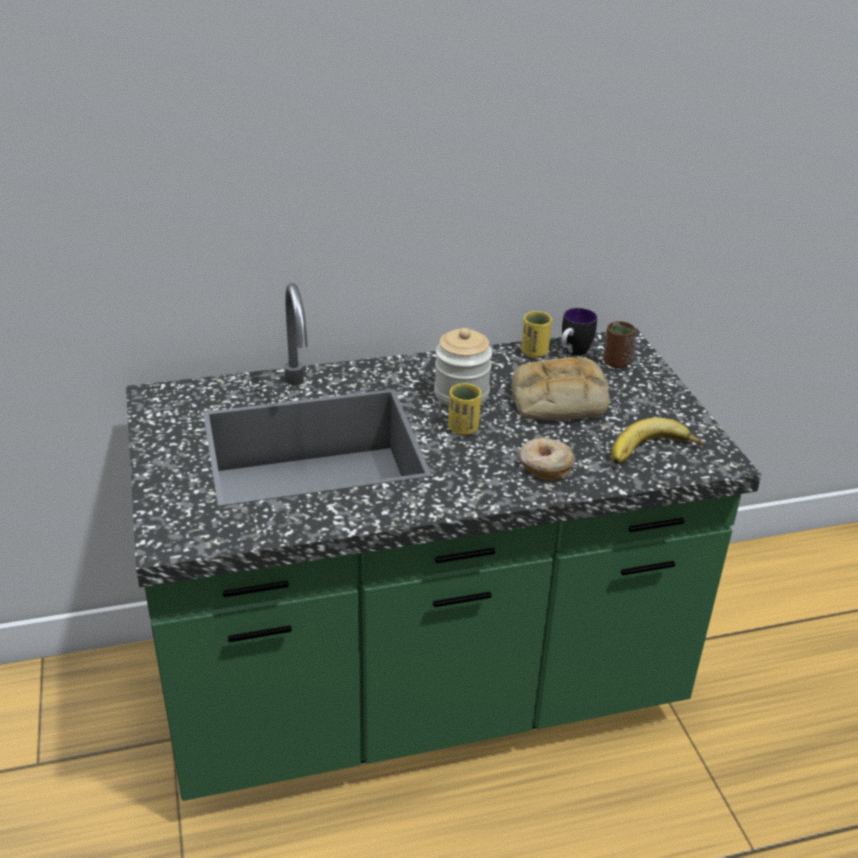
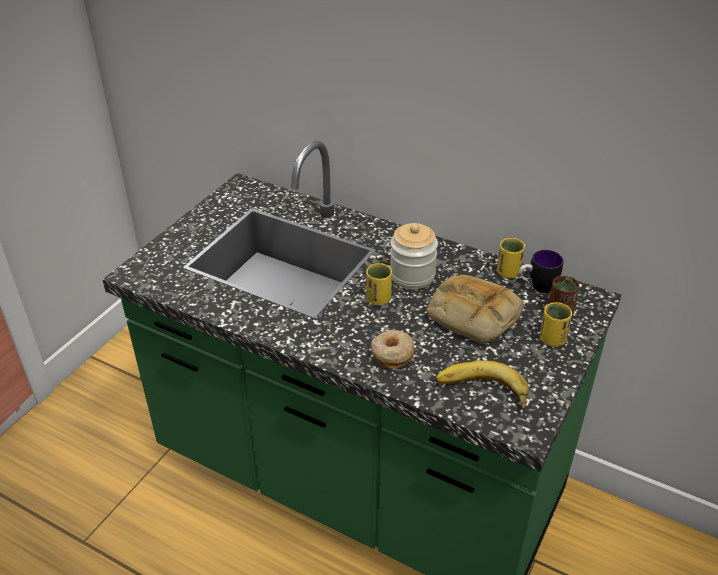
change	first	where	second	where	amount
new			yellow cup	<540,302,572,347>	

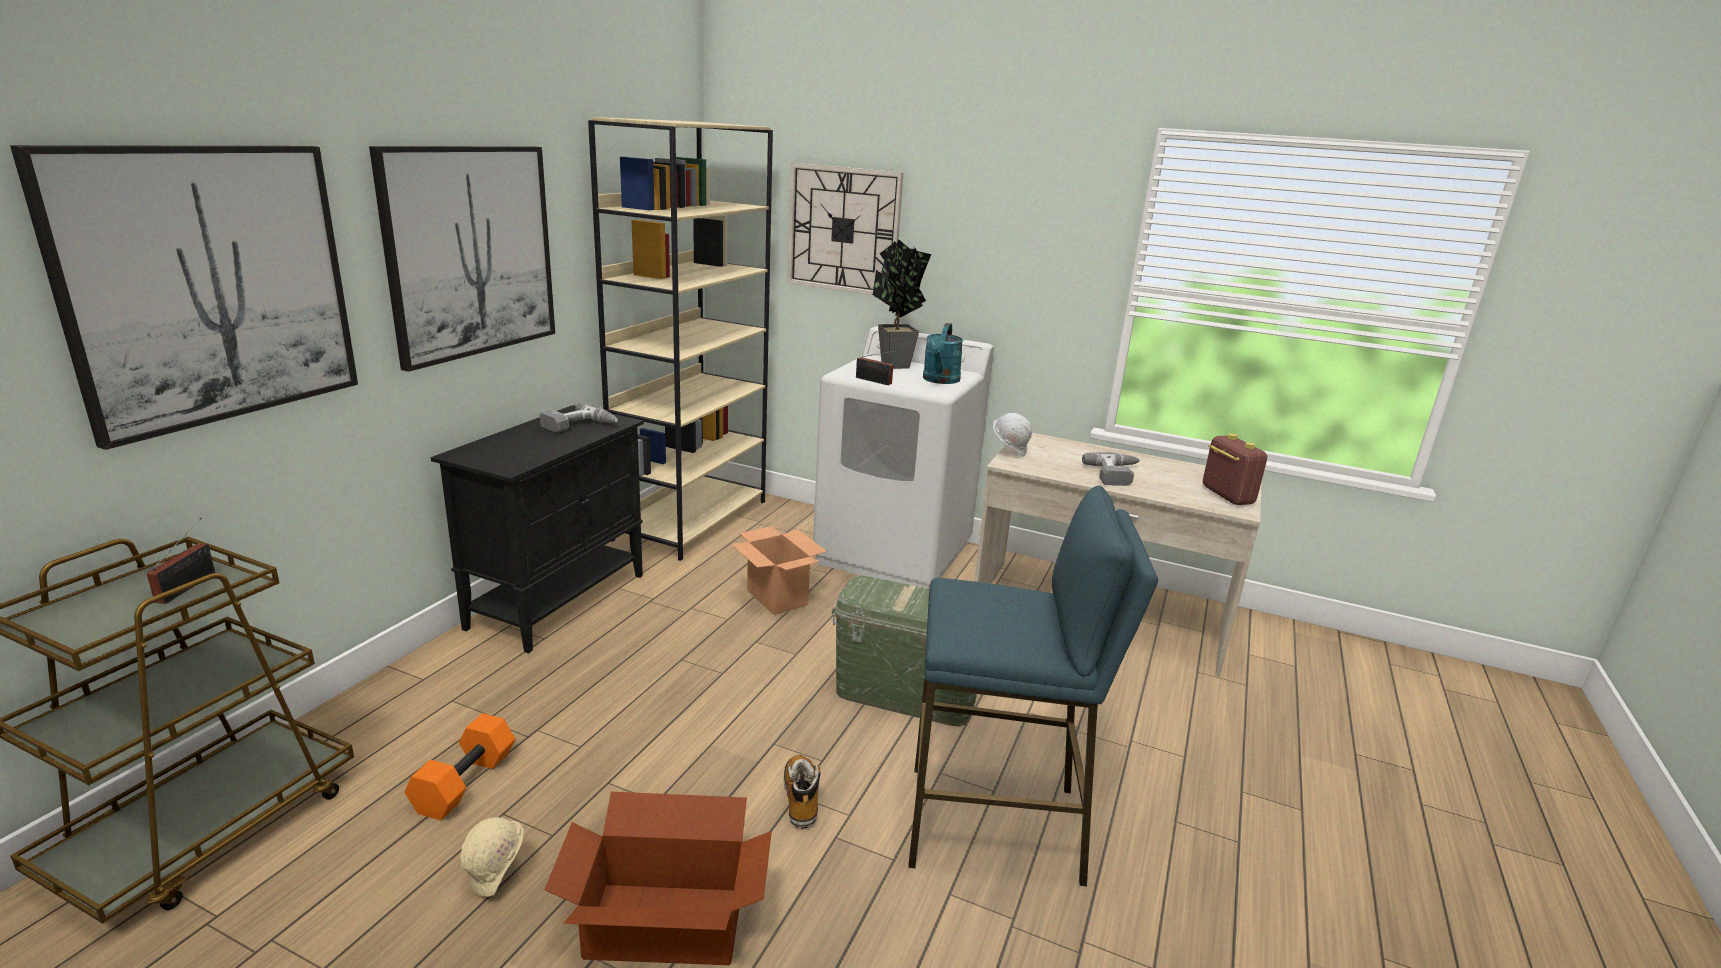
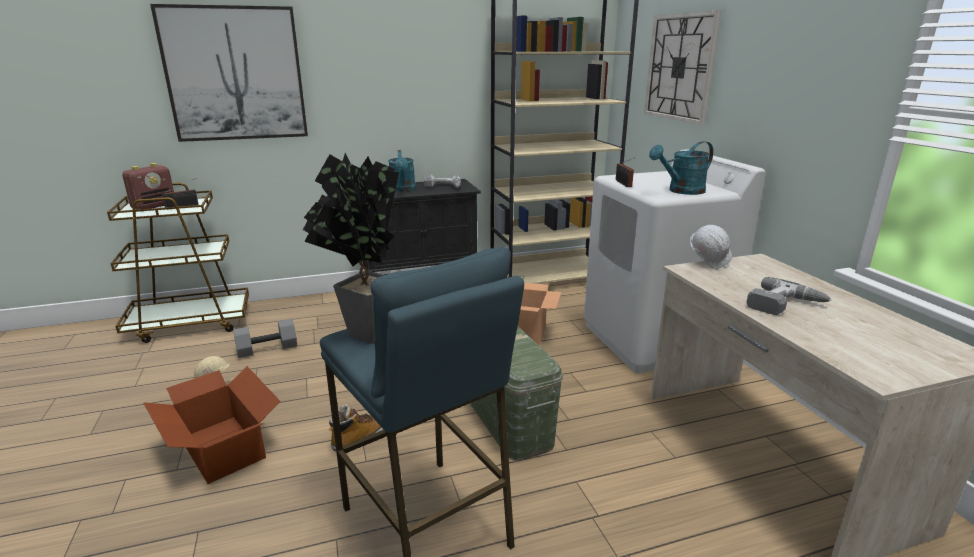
change	first	where	second	where	amount
gone	picture	<369,146,555,372>			
shifted	potted plant	<873,239,931,369>		<303,153,399,344>	
shifted	radio	<1203,433,1267,505>		<122,163,174,210>	
repainted	orange dumbbell	<405,713,515,820>	grey dumbbell	<233,319,297,358>	
new			turquoise watering can	<388,150,416,192>	

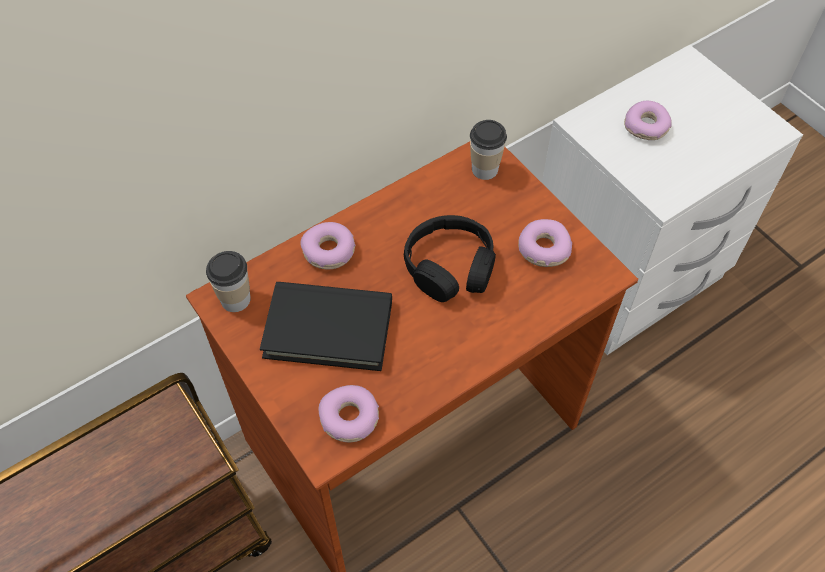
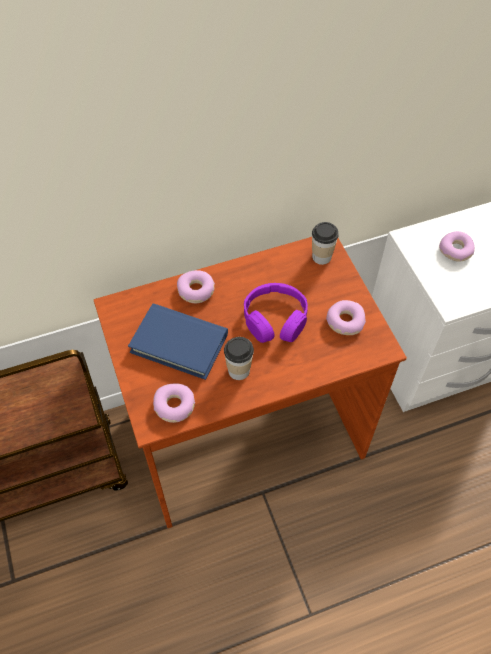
change	first	where	second	where	amount
repainted	black headphones	<404,215,496,302>	purple headphones	<244,283,308,343>	
shifted	cup	<206,251,251,312>		<224,337,254,380>	
repainted	black book	<260,282,392,371>	blue book	<128,304,228,380>	

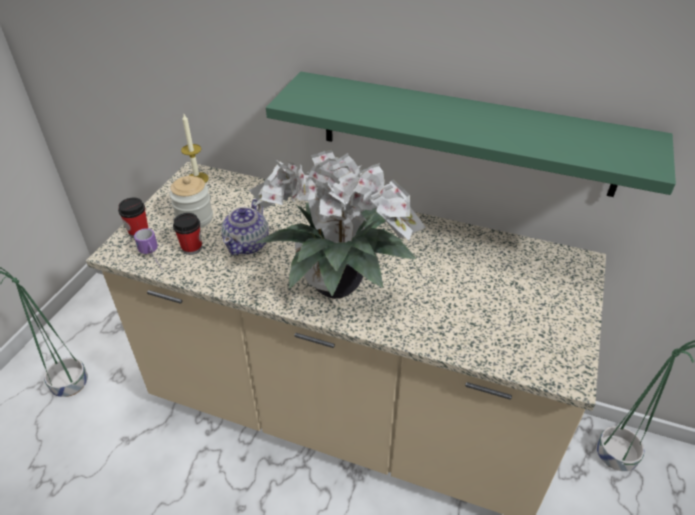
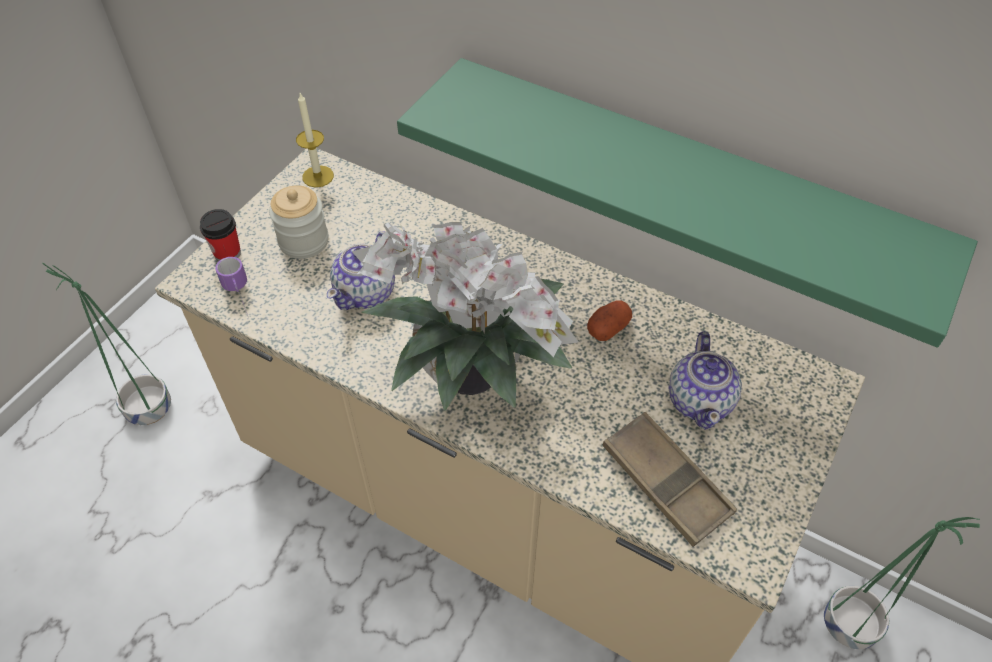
change	first	where	second	where	amount
gone	cup	<173,213,202,255>			
new			potato	<587,300,632,341>	
new			teapot	<669,331,742,430>	
new			brown tray	<602,412,737,547>	

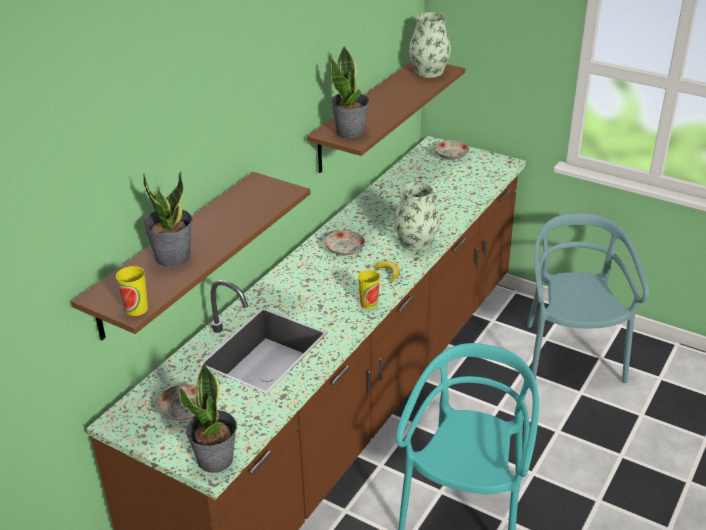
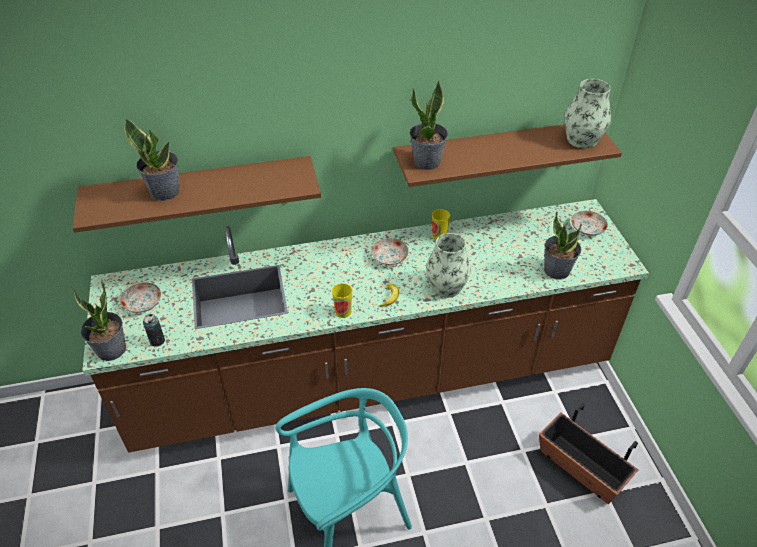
change	first	where	second	where	amount
swapped	turquoise chair	<527,213,649,383>	planter	<539,403,638,504>	
shifted	cup	<116,266,148,316>		<432,209,450,240>	
new			potted plant	<544,212,582,279>	
new			can	<143,314,165,347>	

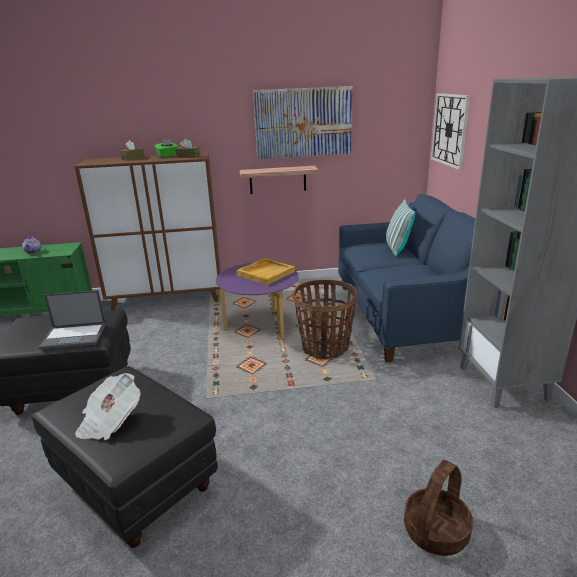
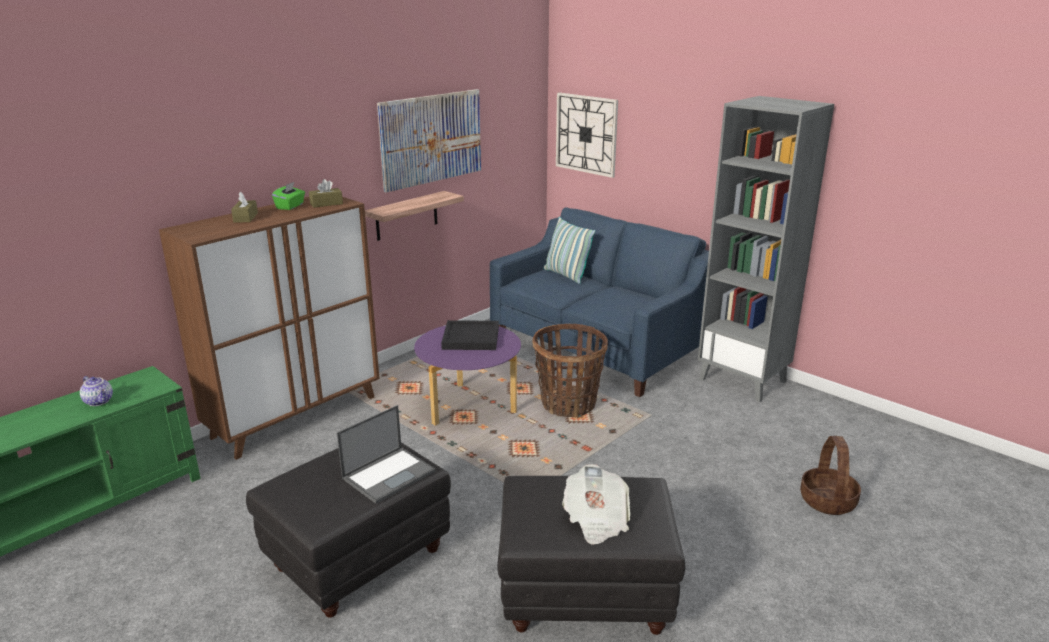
change	first	where	second	where	amount
repainted	beige tray	<236,258,295,285>	black tray	<441,320,499,350>	

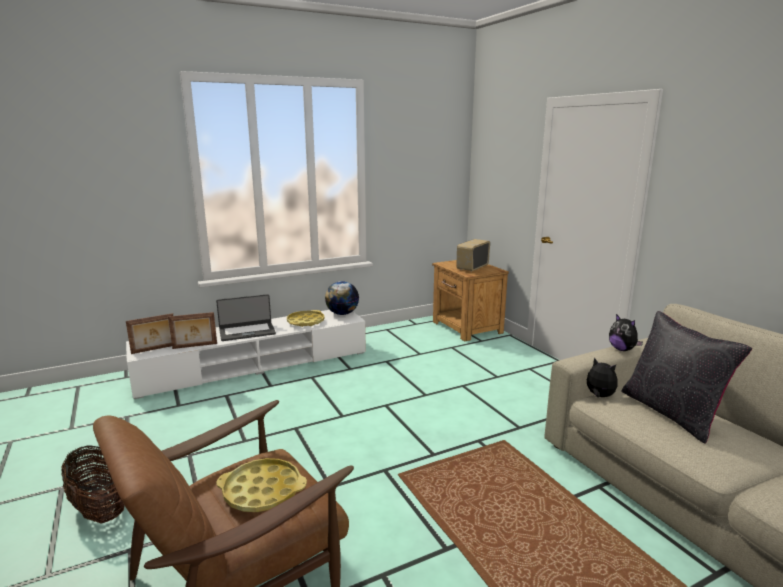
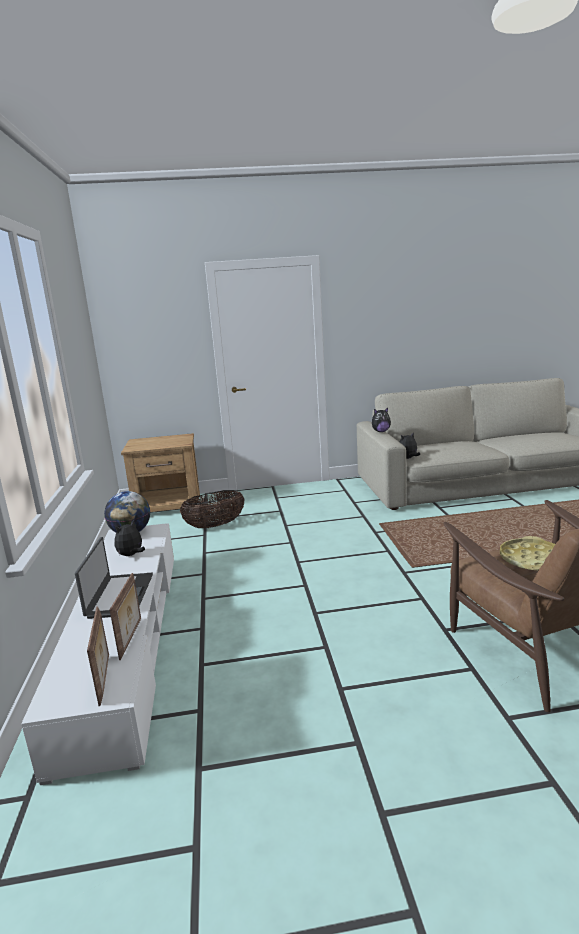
change	first	where	second	where	amount
gone	radio	<456,239,490,272>			
swapped	yellow tray	<287,310,325,327>	plush toy	<114,520,145,556>	
gone	black pillow	<621,311,752,444>			
shifted	basket	<61,445,125,524>		<180,490,245,528>	

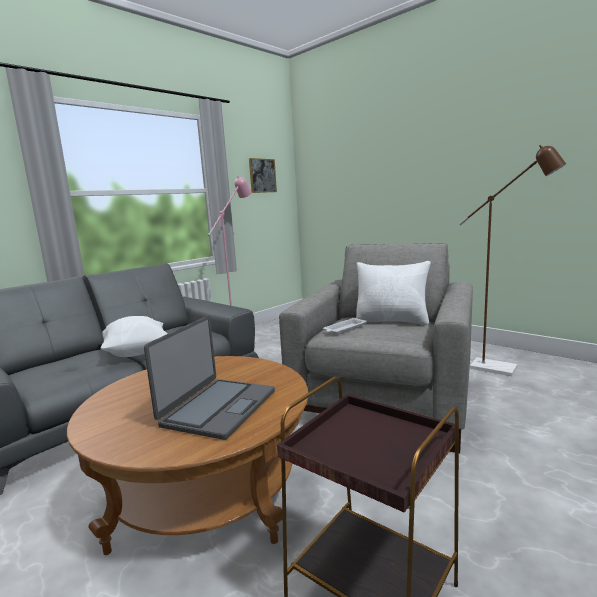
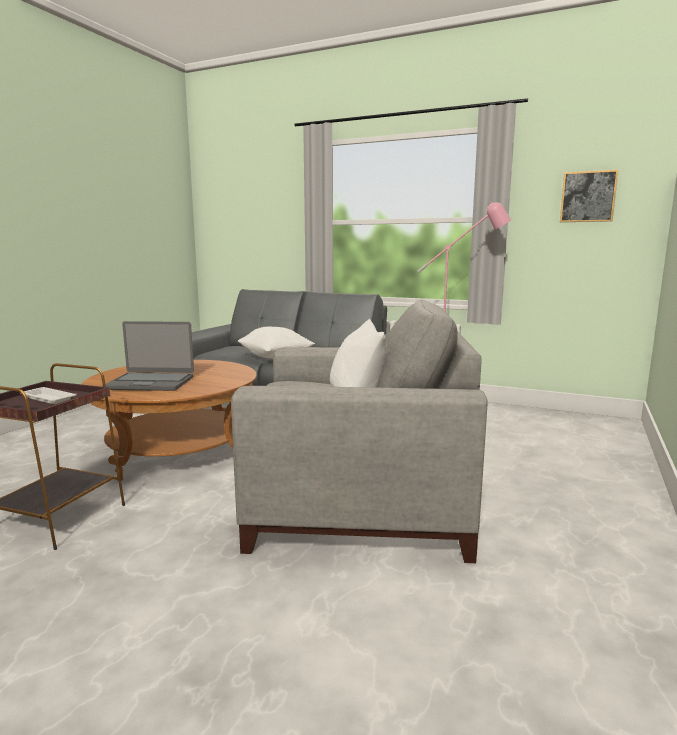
change	first	where	second	where	amount
gone	brown floor lamp	<459,145,566,376>			
shifted	white tray	<323,318,367,335>		<20,387,76,404>	

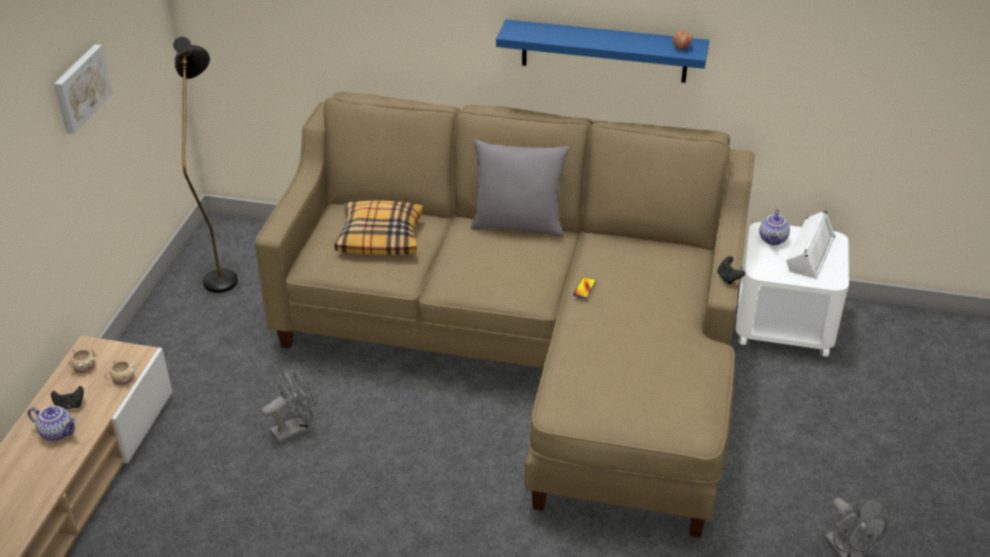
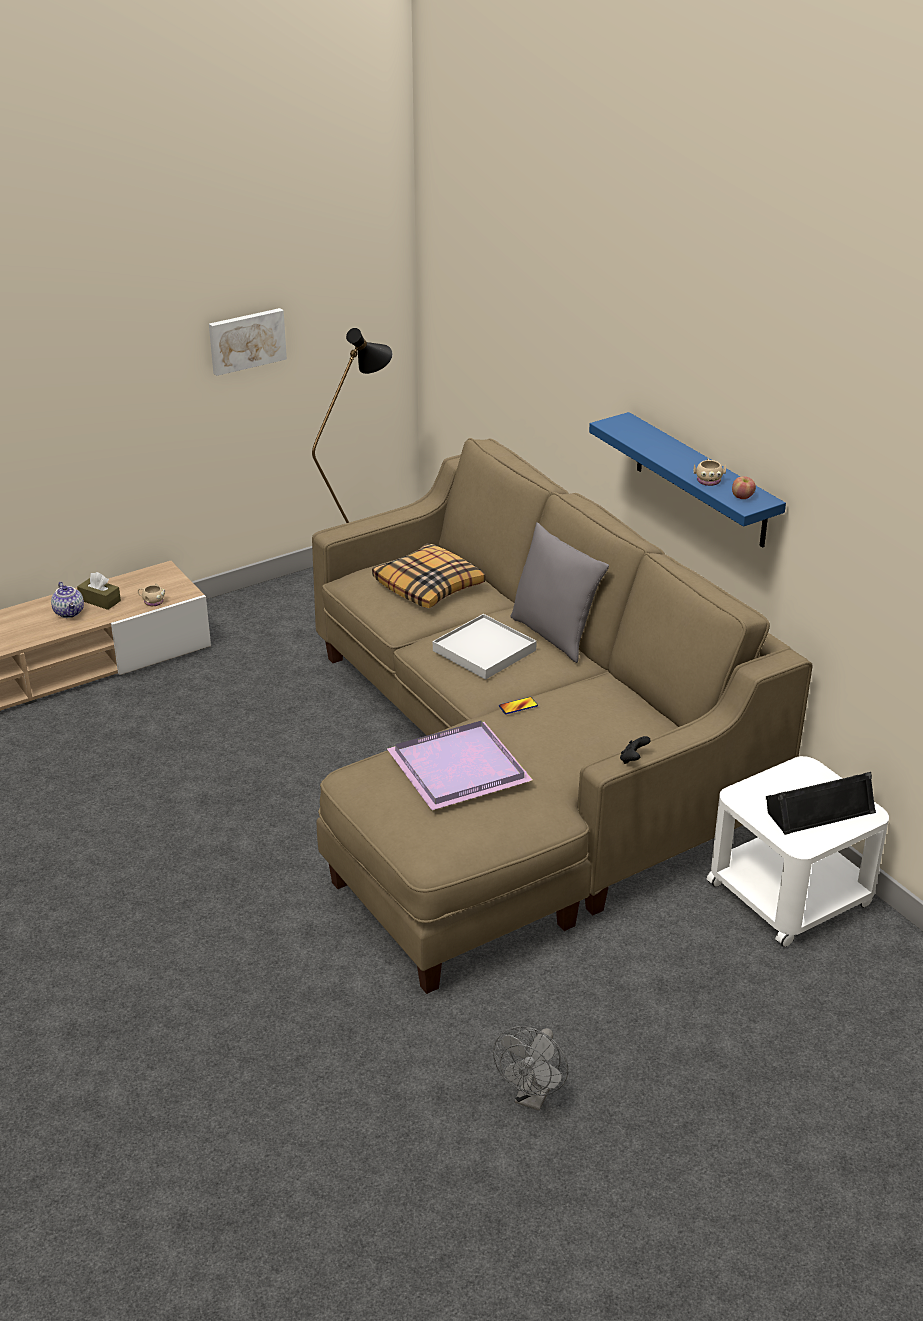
change	first	where	second	where	amount
gone	teapot	<759,209,790,245>			
repainted	white speaker	<786,209,835,279>	black speaker	<766,772,876,835>	
shifted	beige mug	<68,349,95,373>		<694,458,726,486>	
gone	grey fan	<262,368,316,443>			
swapped	black game controller	<51,386,84,409>	brown tissue box	<77,572,121,610>	
new			white tray	<433,614,537,680>	
new			purple tray	<387,721,533,810>	

